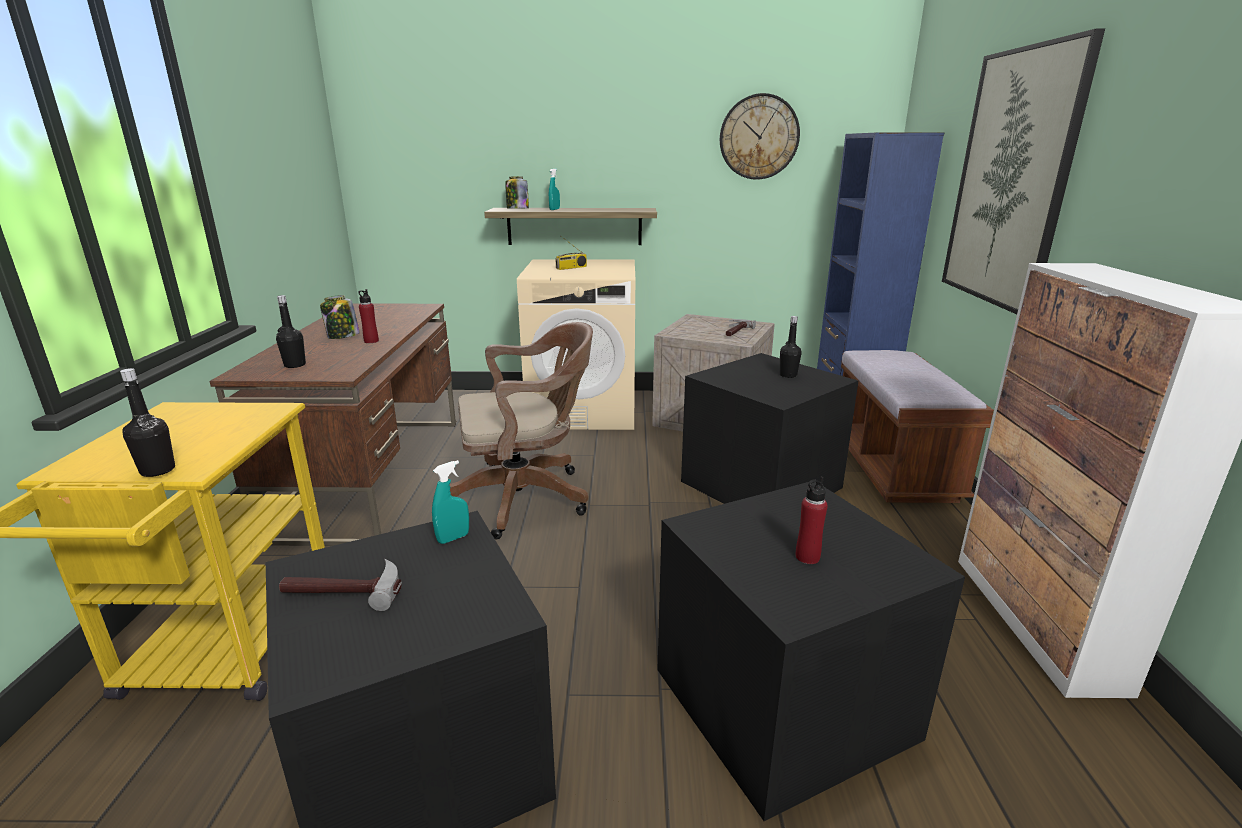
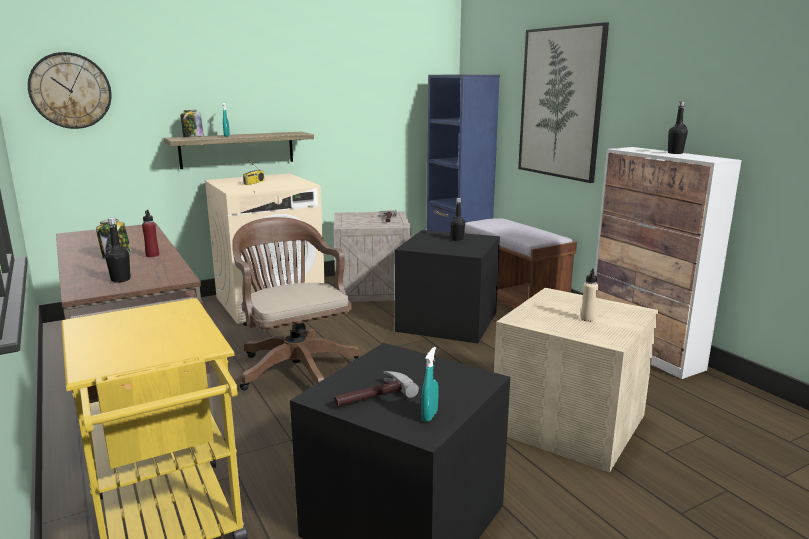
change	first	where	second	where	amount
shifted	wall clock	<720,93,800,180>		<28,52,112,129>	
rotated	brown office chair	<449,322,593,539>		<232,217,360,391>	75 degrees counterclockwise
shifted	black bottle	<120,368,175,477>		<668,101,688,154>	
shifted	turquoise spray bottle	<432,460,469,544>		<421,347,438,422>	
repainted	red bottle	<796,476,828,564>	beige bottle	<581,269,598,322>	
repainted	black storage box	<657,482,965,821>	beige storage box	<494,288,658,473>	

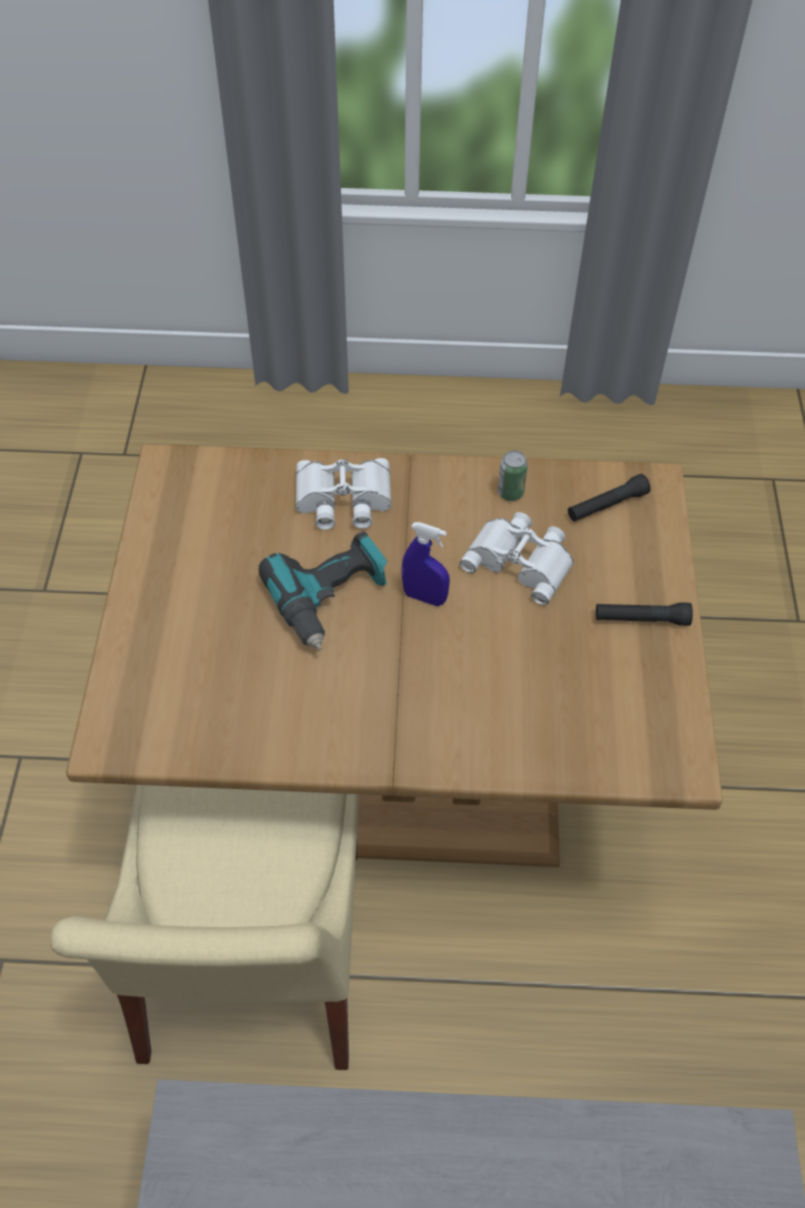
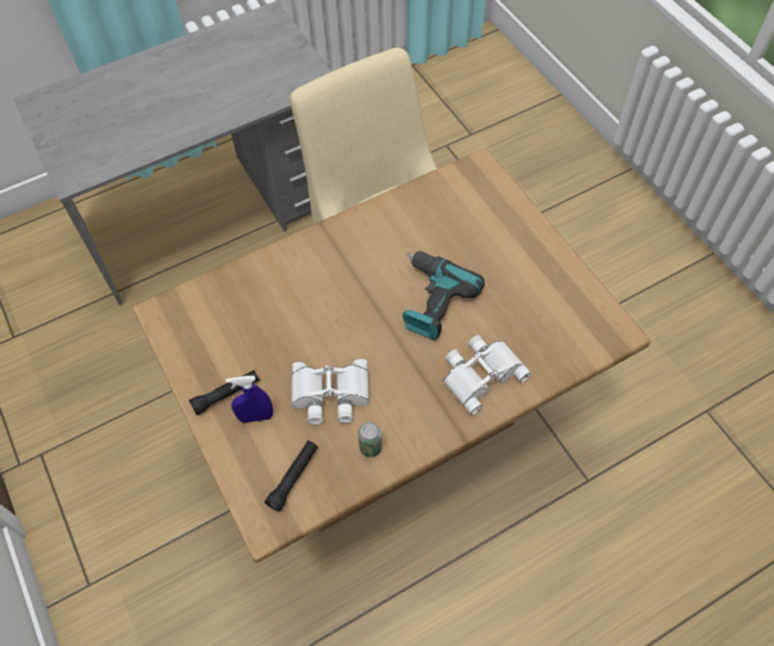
change	first	where	second	where	amount
shifted	blue spray bottle	<402,522,450,606>		<226,376,273,423>	

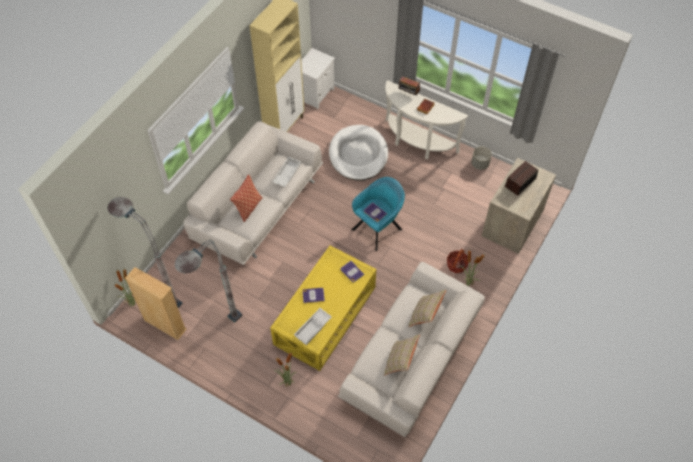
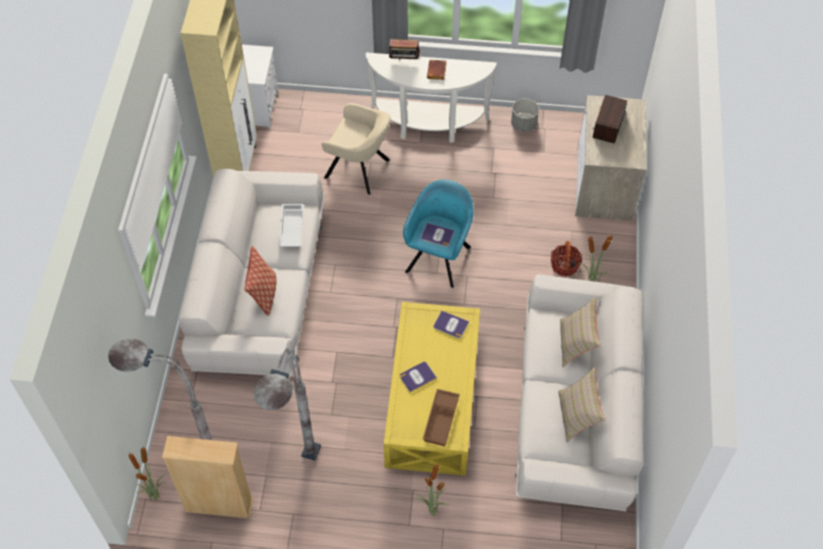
change	first	where	second	where	amount
swapped	white dog bed	<329,125,388,181>	beige armchair	<321,103,391,195>	
repainted	white tray	<294,308,332,345>	brown tray	<423,389,460,446>	

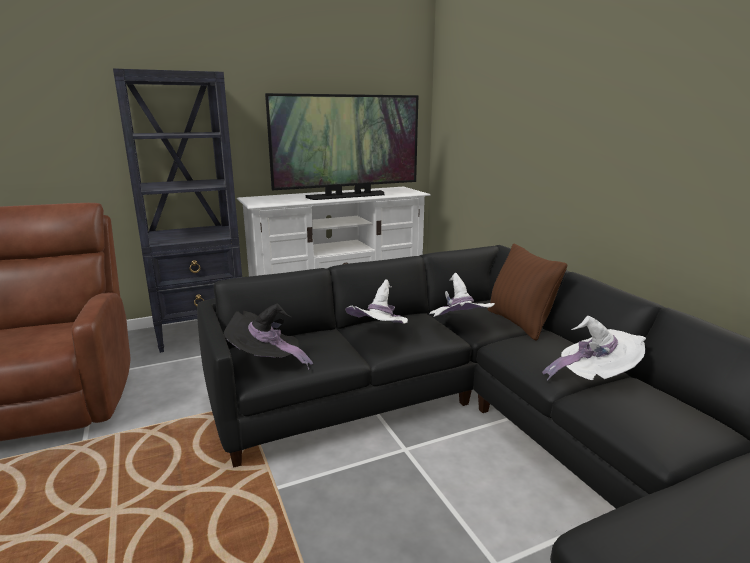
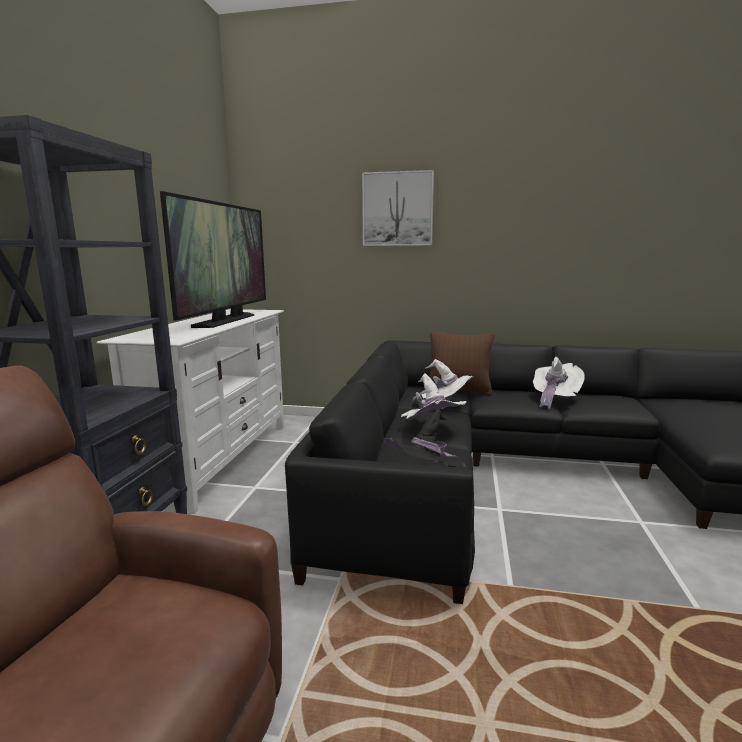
change	first	where	second	where	amount
new			picture	<362,170,434,246>	

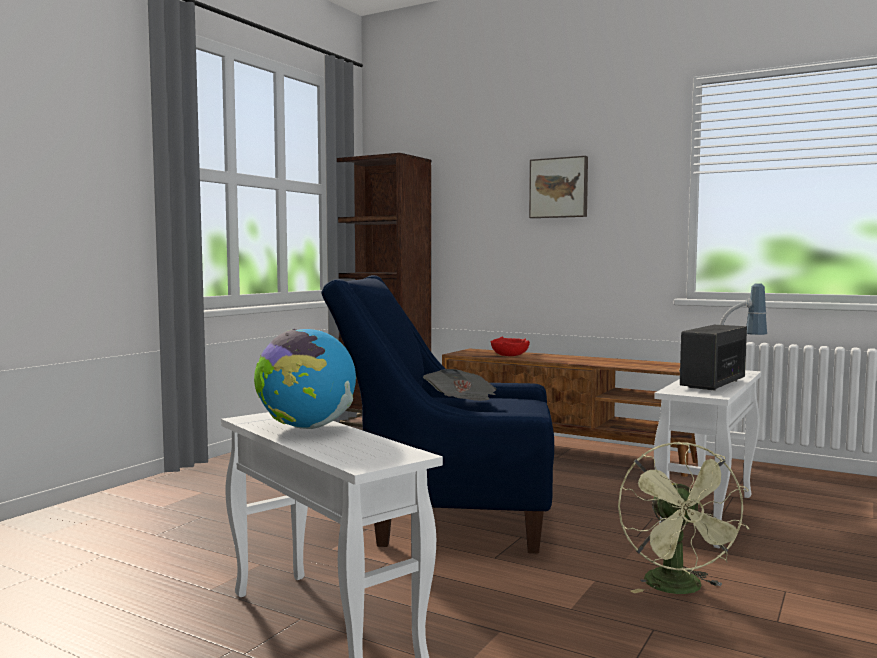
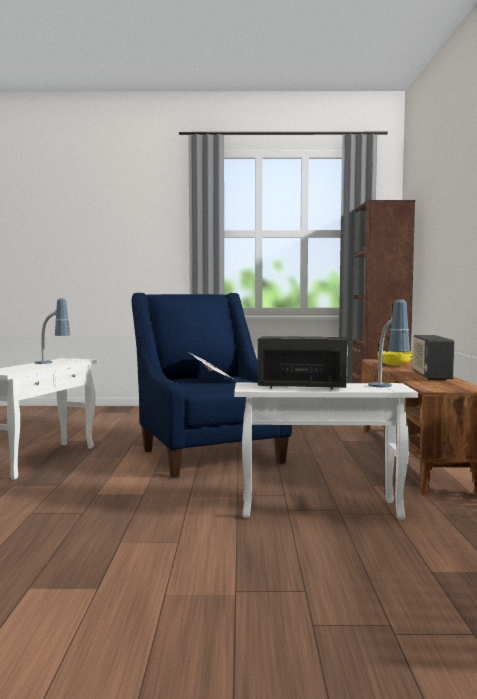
change	first	where	second	where	amount
gone	picture	<529,156,588,218>			
swapped	globe	<254,329,356,429>	table lamp	<35,298,70,364>	
repainted	red bowl	<491,337,530,356>	yellow bowl	<378,351,413,366>	
gone	green fan	<618,442,750,594>			
new			radio	<412,335,454,380>	

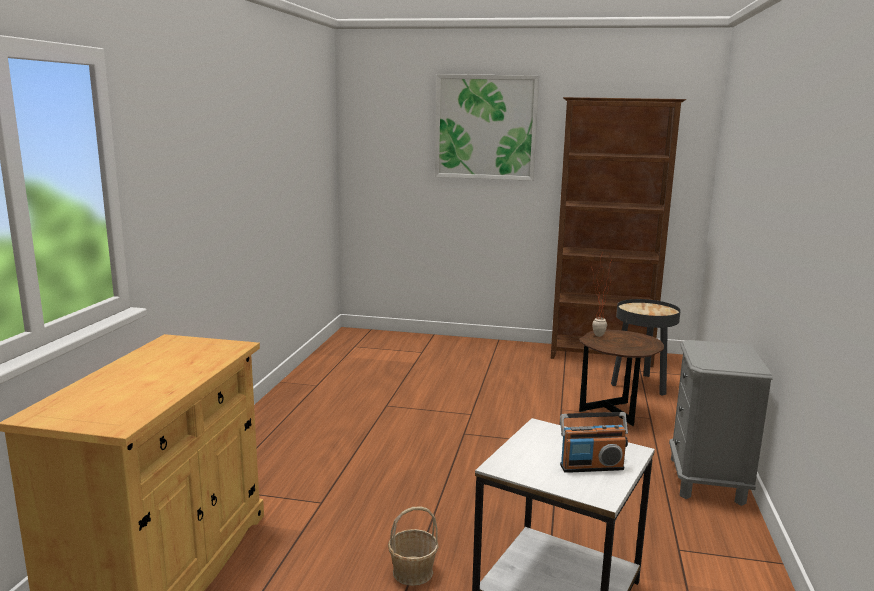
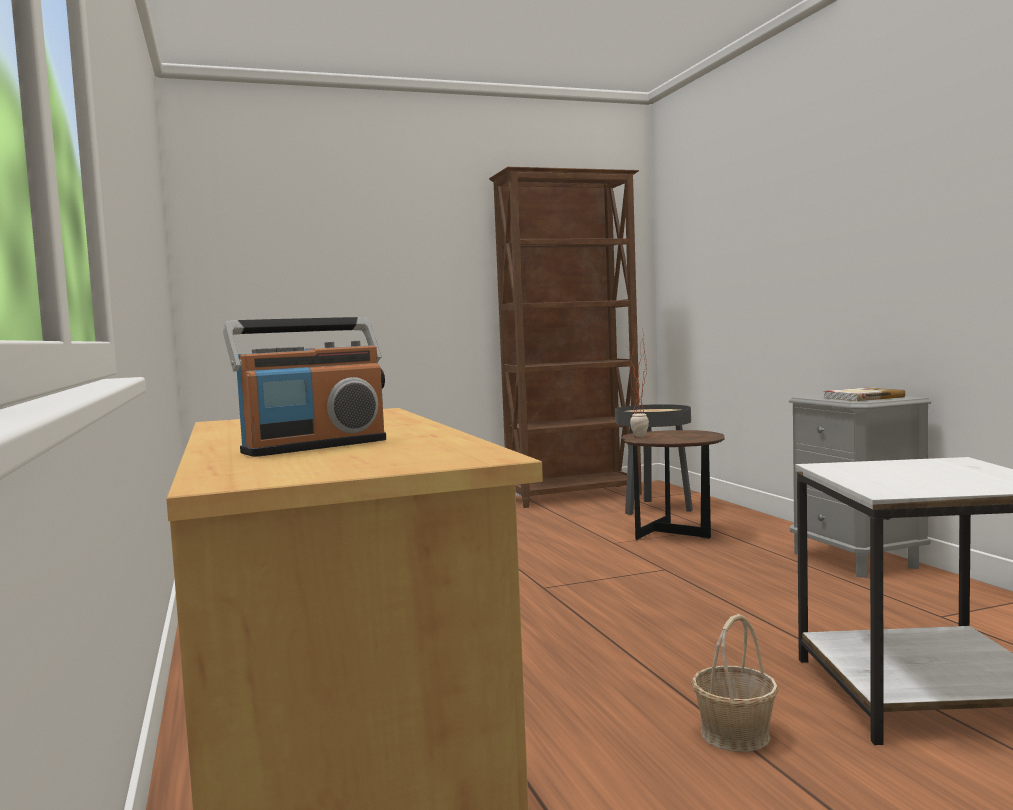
change	first	where	second	where	amount
gone	picture	<435,74,539,181>			
shifted	radio	<560,412,628,473>		<223,317,386,457>	
new			book	<823,387,905,401>	

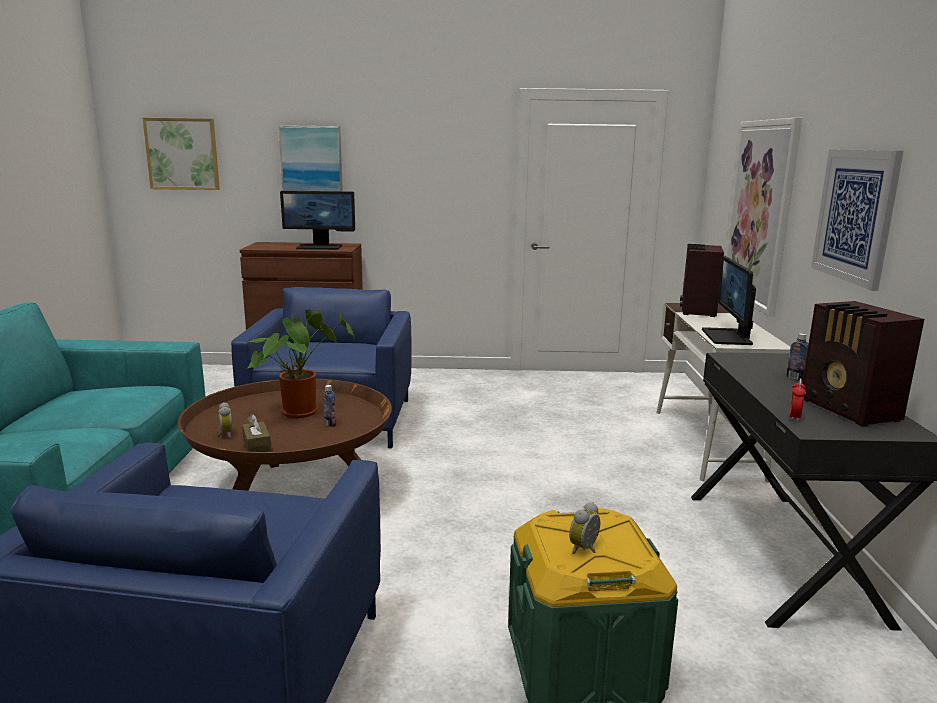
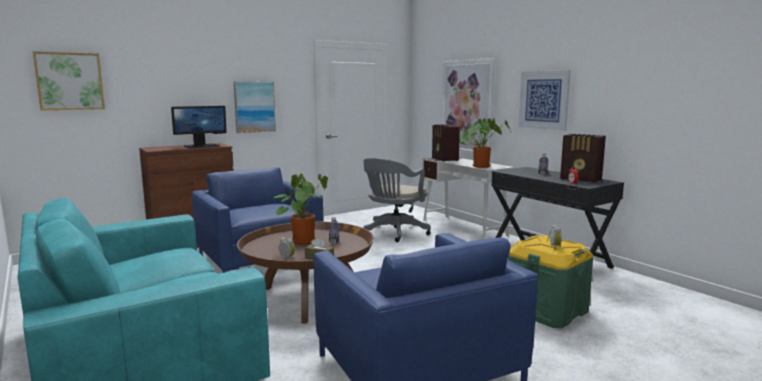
change	first	where	second	where	amount
shifted	picture	<278,125,343,191>		<234,81,276,133>	
swapped	monitor	<702,256,756,345>	potted plant	<459,118,511,168>	
new			grey office chair	<363,158,431,242>	

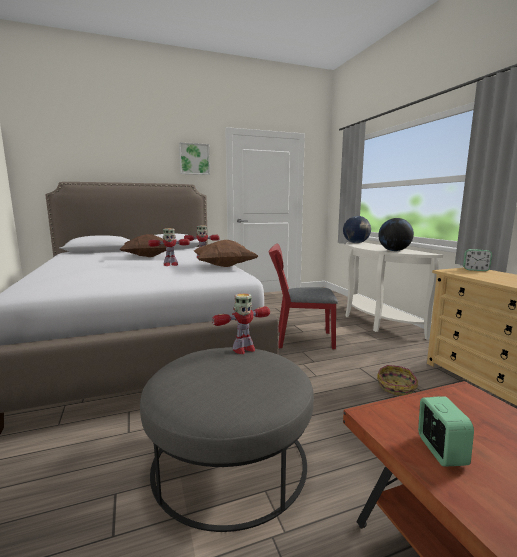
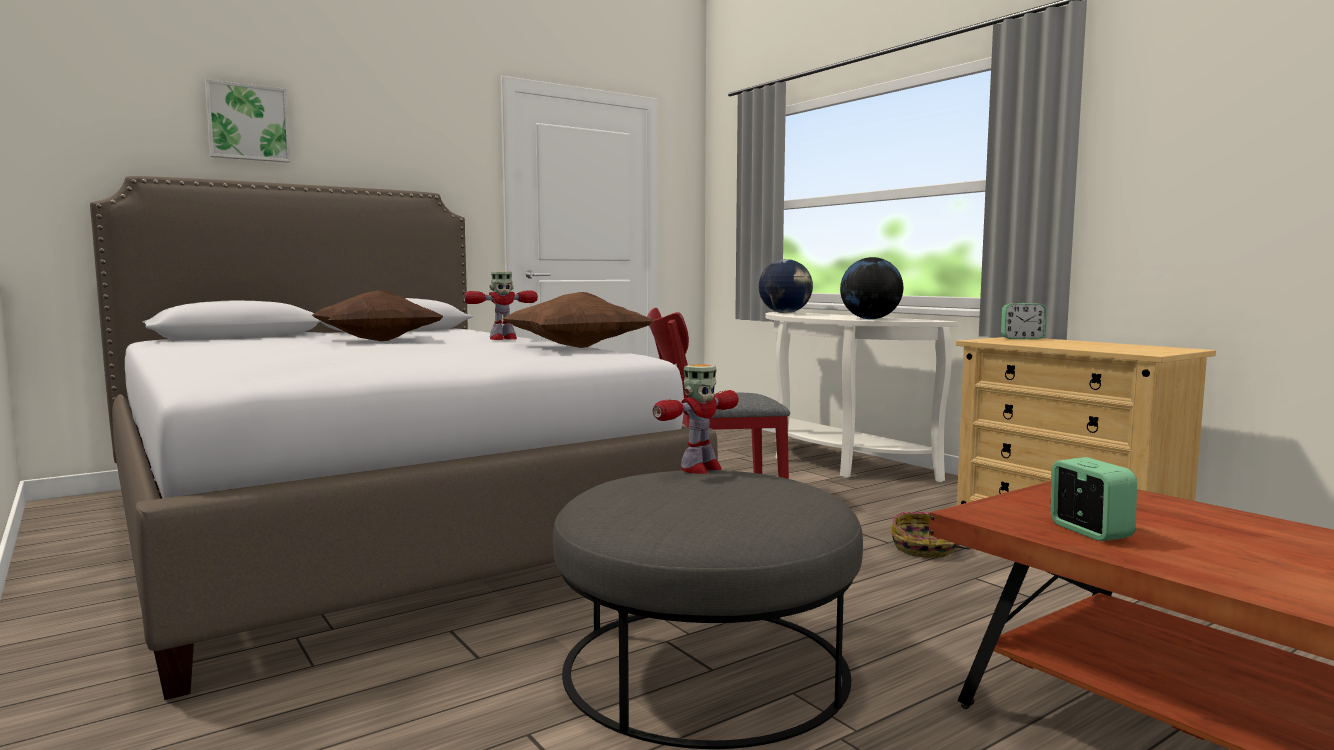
change	first	where	second	where	amount
shifted	picture	<179,143,210,175>		<205,79,291,163>	
gone	toy robot	<148,228,190,266>			

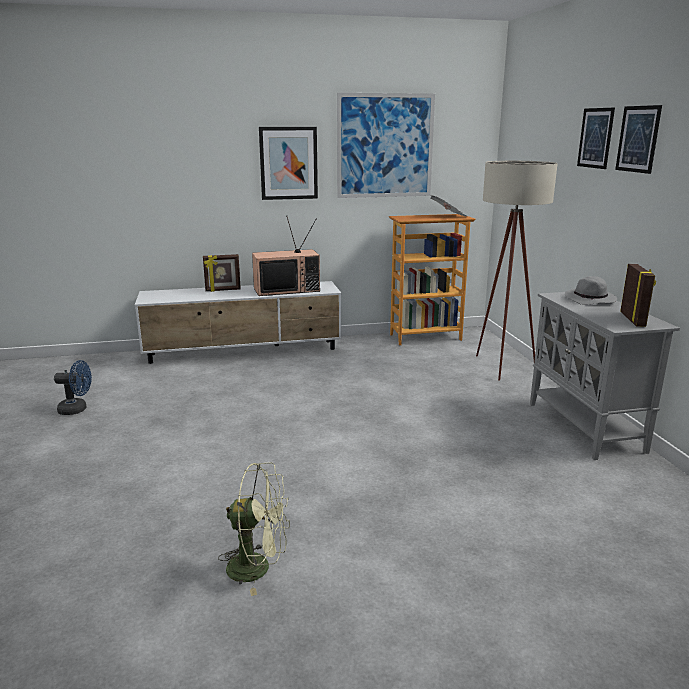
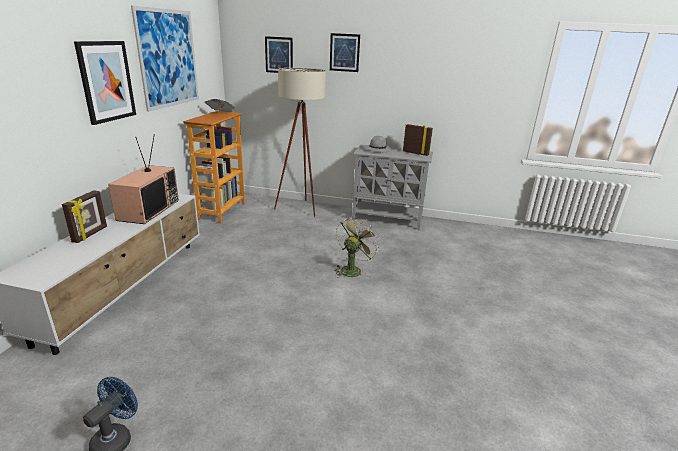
change	first	where	second	where	amount
shifted	picture	<615,105,662,174>		<265,36,293,73>	
shifted	green fan	<218,463,290,596>		<333,217,380,277>	

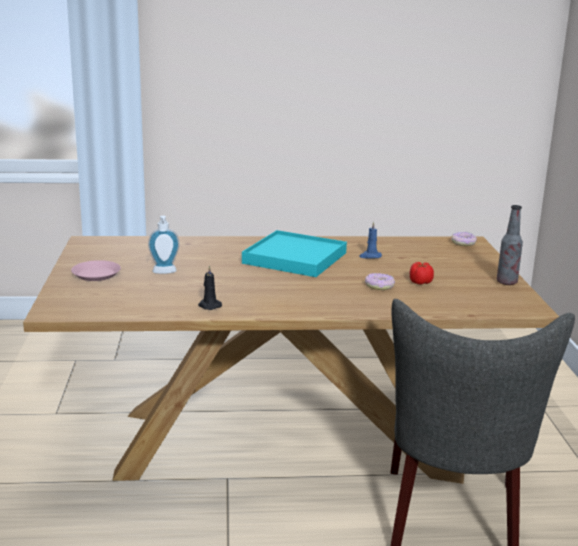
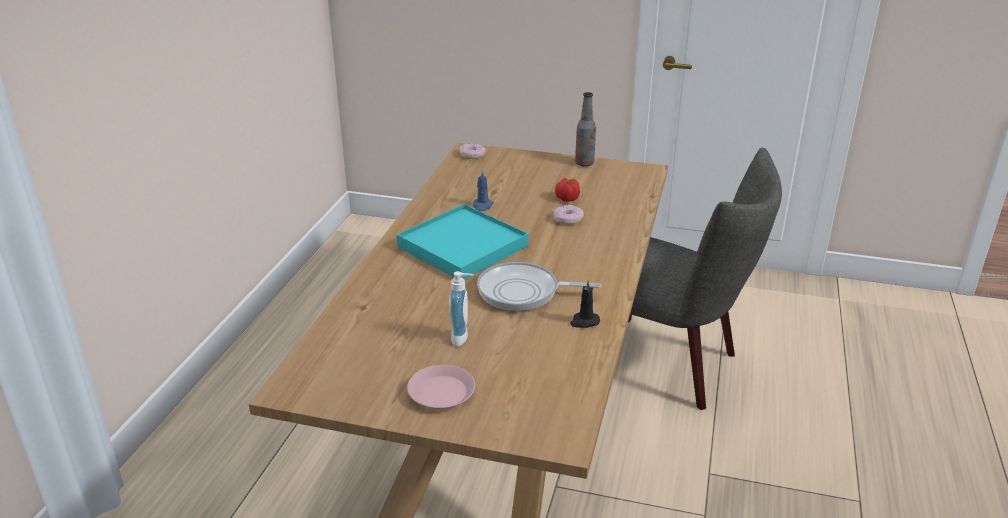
change	first	where	second	where	amount
new			frying pan	<477,262,602,311>	

